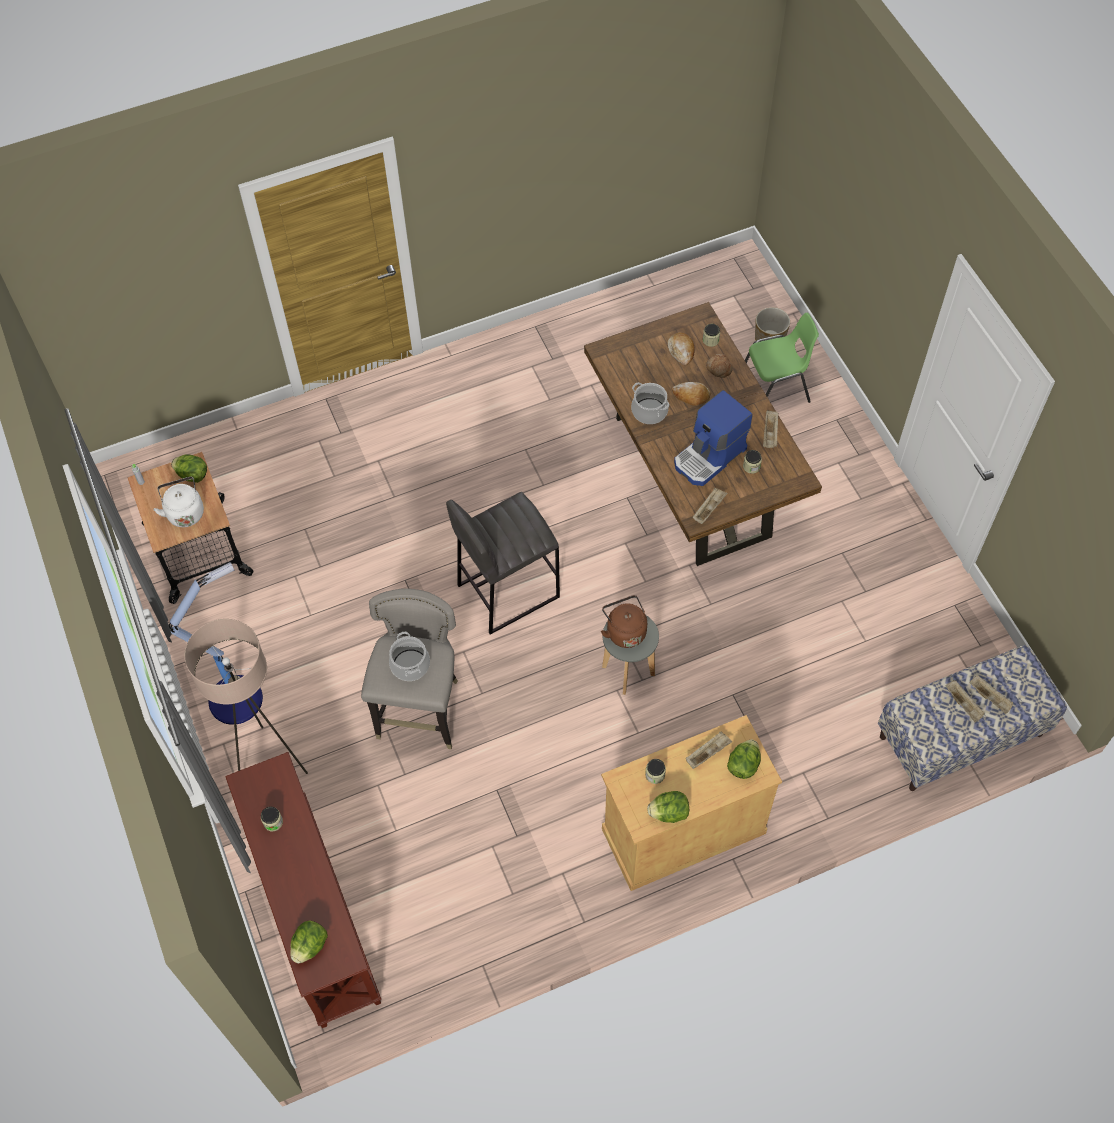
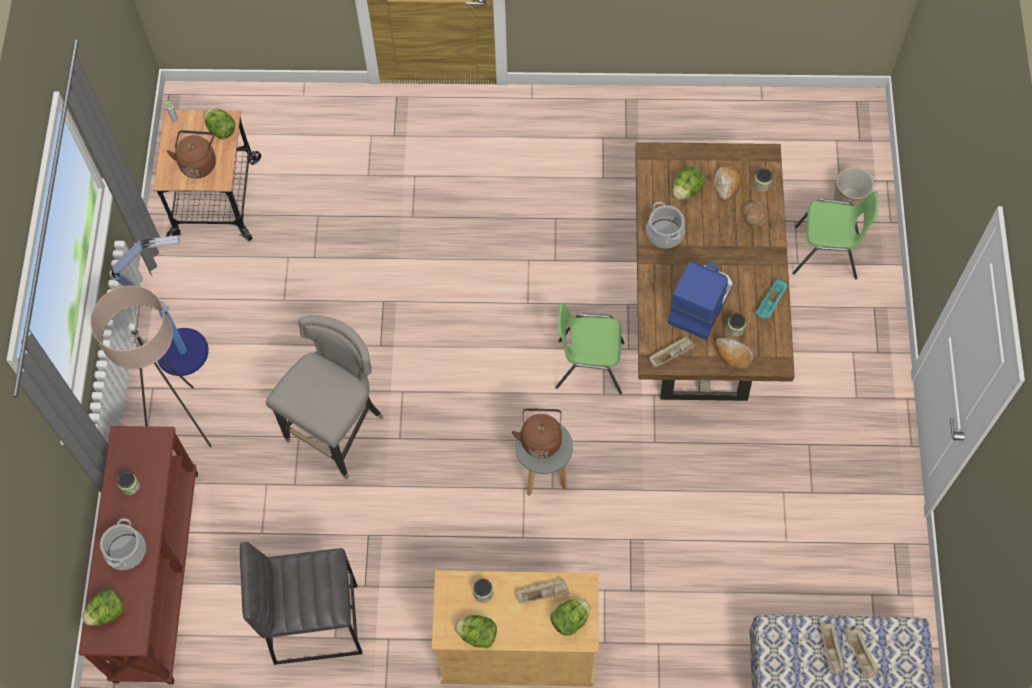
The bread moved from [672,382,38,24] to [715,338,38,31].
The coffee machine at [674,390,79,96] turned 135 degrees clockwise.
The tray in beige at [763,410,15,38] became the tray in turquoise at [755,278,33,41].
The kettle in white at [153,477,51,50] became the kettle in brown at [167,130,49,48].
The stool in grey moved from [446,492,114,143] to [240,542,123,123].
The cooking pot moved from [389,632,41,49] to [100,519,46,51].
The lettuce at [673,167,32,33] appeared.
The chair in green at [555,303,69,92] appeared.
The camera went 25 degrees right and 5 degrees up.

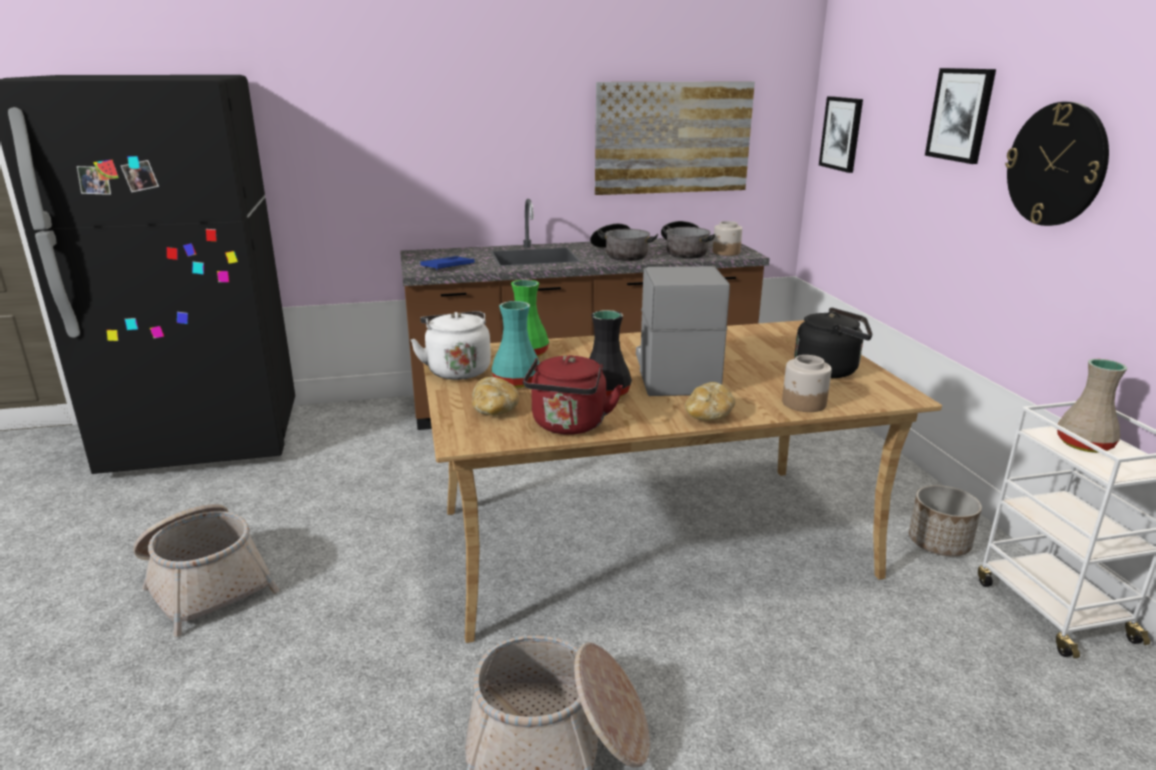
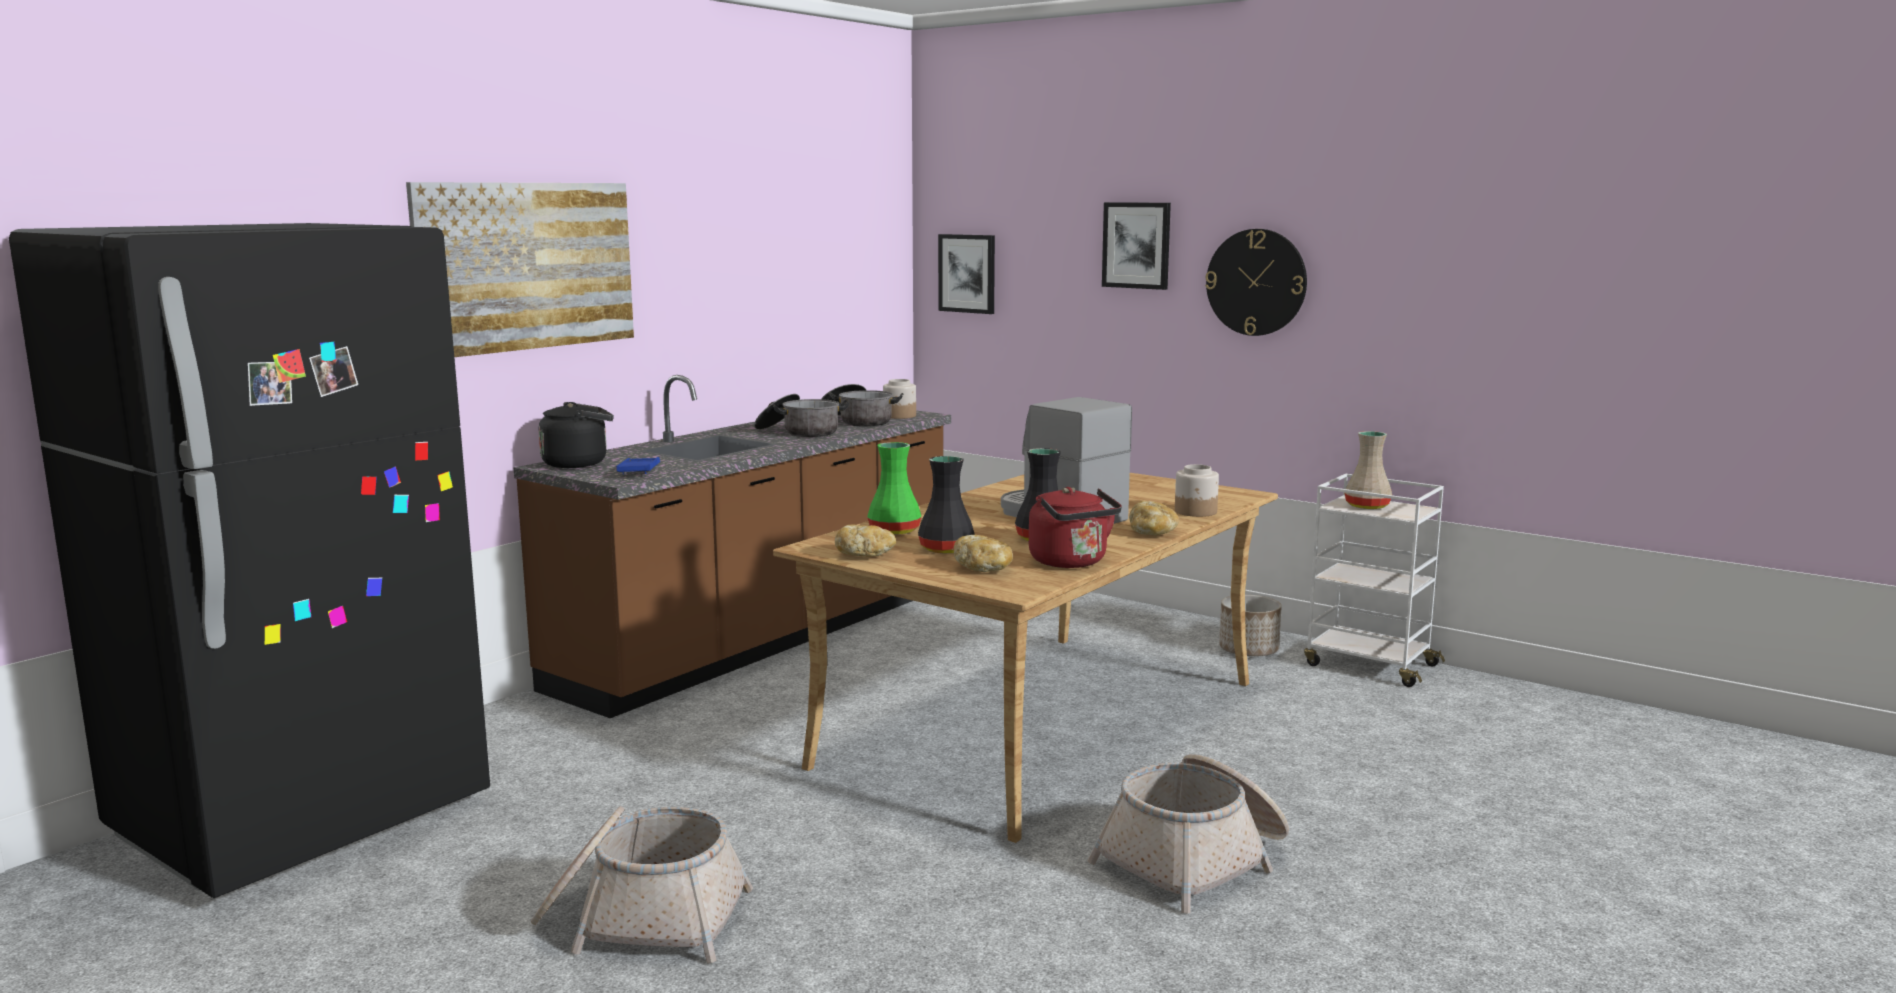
The picture moved from [595,81,160,114] to [406,182,228,175].
The vase in turquoise at [492,301,47,87] became the vase in black at [918,456,57,97].
The kettle in black moved from [794,308,79,70] to [538,402,76,66].
The kettle in white at [410,311,81,69] was replaced by the bread at [835,524,61,33].
The camera went 40 degrees left and 10 degrees down.

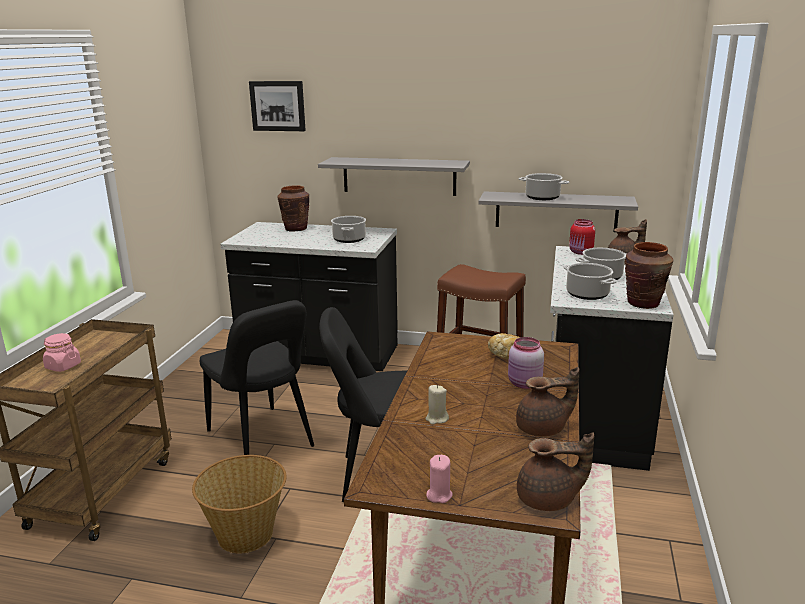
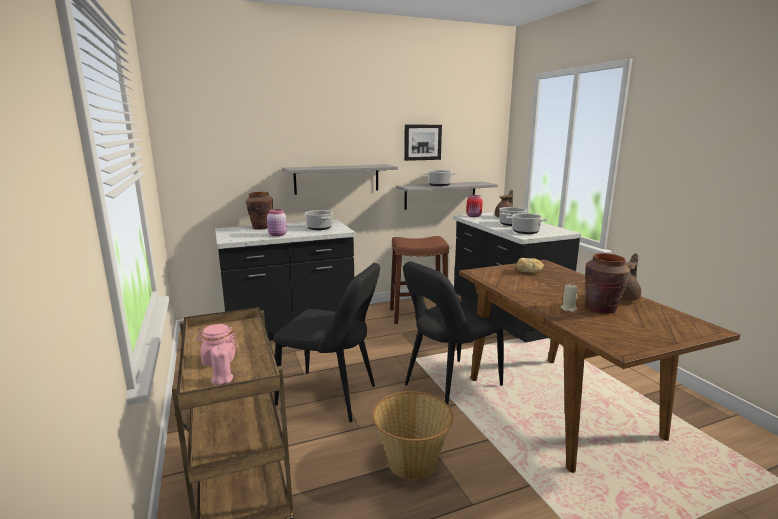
The picture moved from [249,81,57,50] to [404,125,38,36].
The vase in brown moved from [625,242,48,67] to [585,253,46,61].
The jar in pink moved from [508,337,36,52] to [267,209,20,27].
The teapot in brown at [517,432,77,79] disappeared.
The candle in pink moved from [426,455,27,48] to [210,345,23,40].
The camera went 35 degrees left and 5 degrees down.

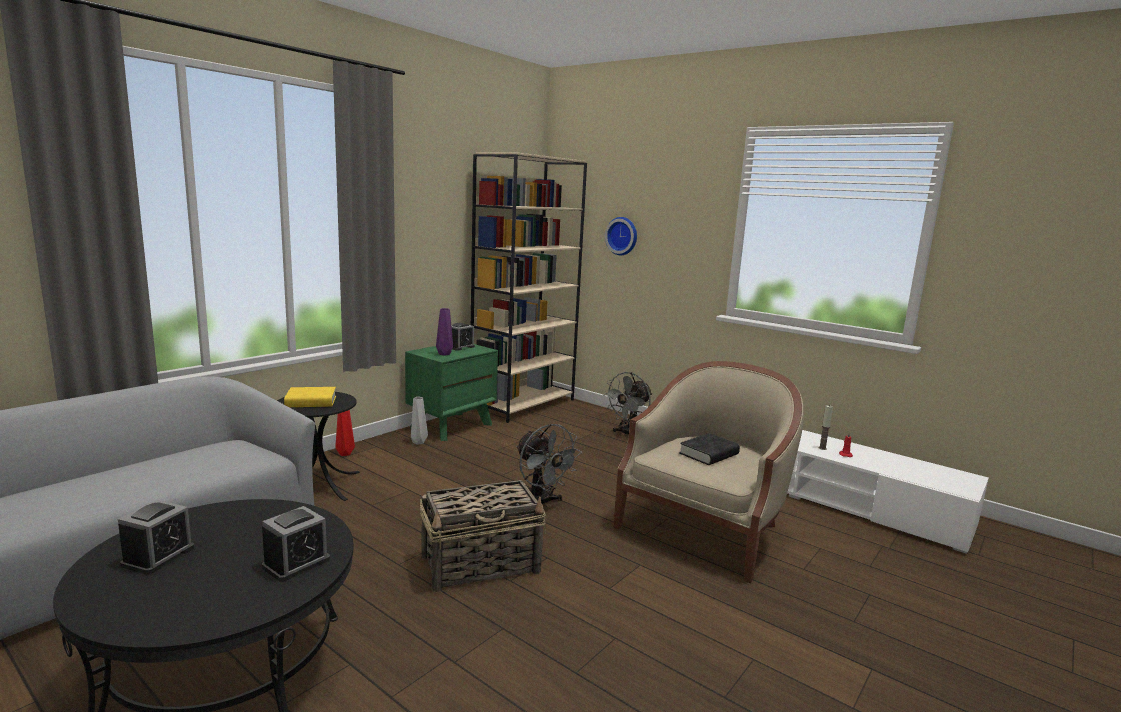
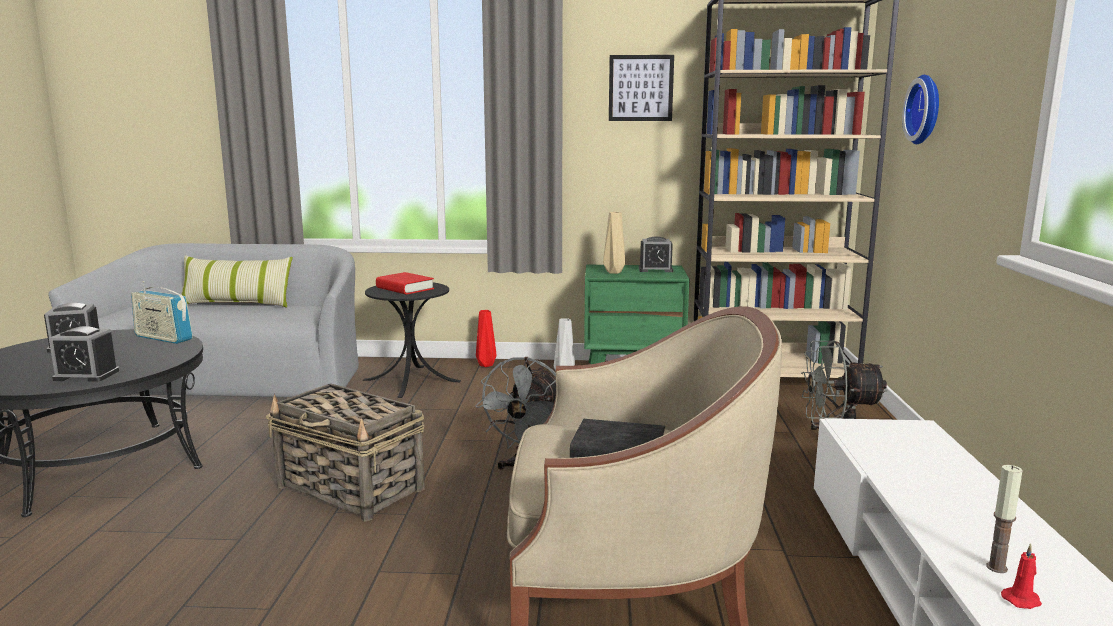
The vase in purple at [436,308,17,48] became the vase in beige at [603,212,22,62].
The book in yellow at [284,387,52,20] became the book in red at [376,272,58,22].
The picture at [609,55,65,66] appeared.
The pillow at [181,255,112,53] appeared.
The radio at [131,281,62,63] appeared.
The camera went 55 degrees right and 0 degrees up.

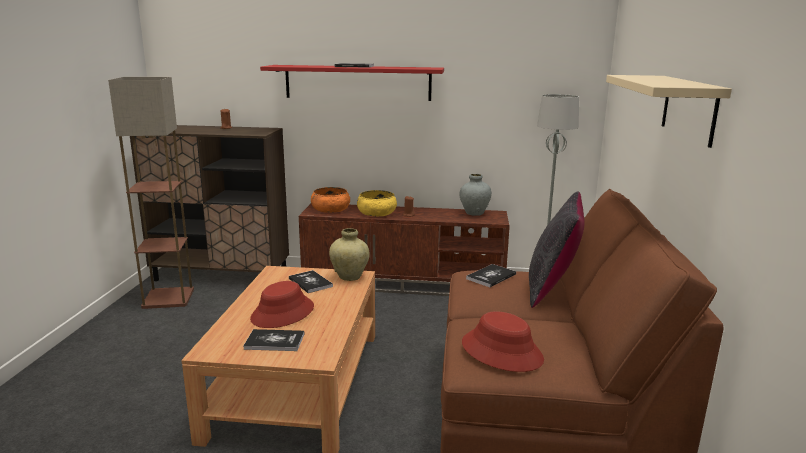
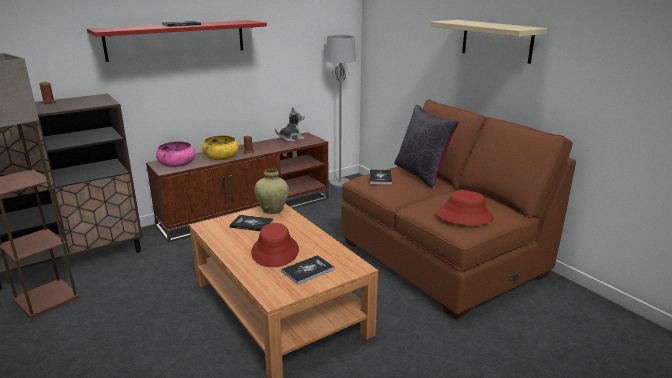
The vase in grey at [459,174,33,42] was replaced by the plush toy at [275,107,30,35].
The bowl in orange at [311,187,39,26] became the bowl in pink at [156,141,39,26].
The camera went 40 degrees left and 5 degrees up.

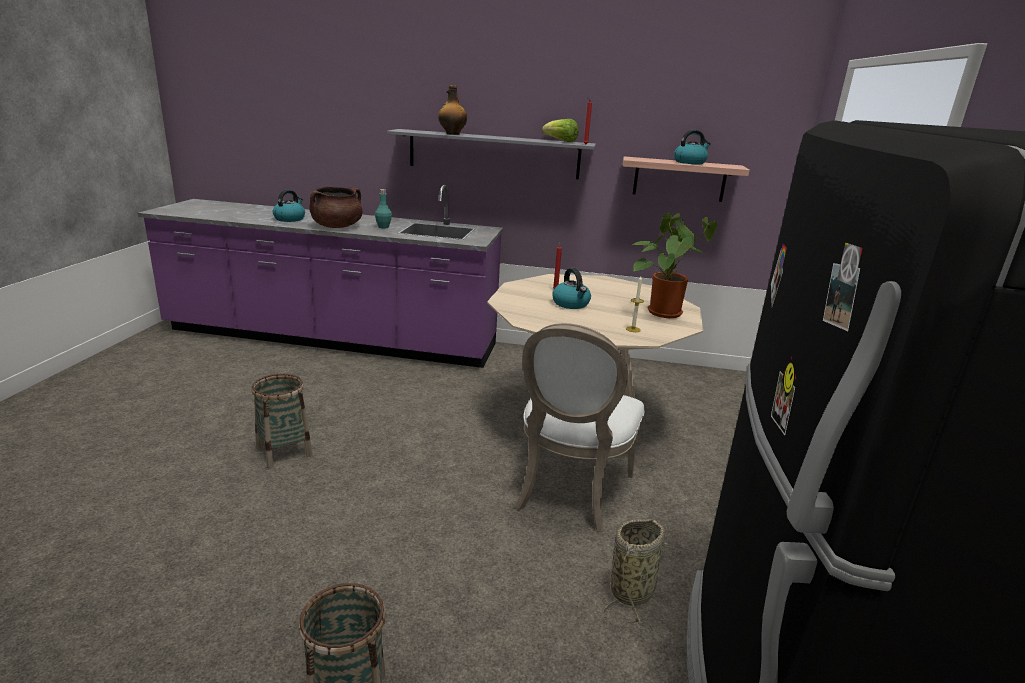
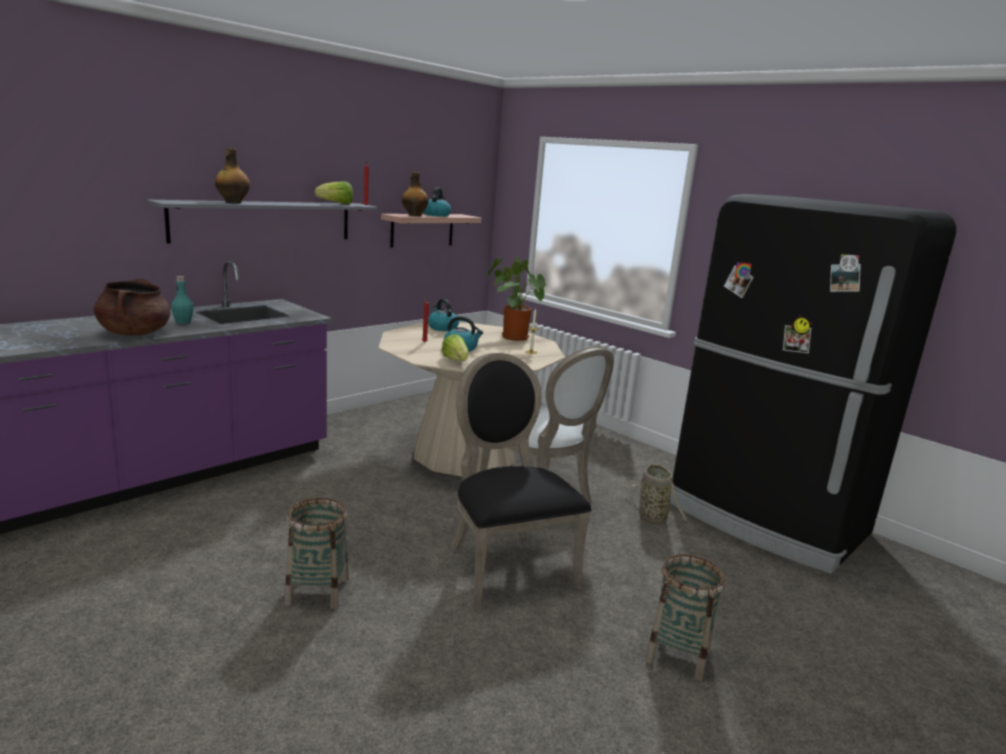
The kettle moved from [273,190,32,32] to [428,299,31,32].
The bottle at [402,172,27,44] appeared.
The lettuce at [441,334,27,27] appeared.
The chair in black at [449,353,142,257] appeared.
The camera went 55 degrees left and 5 degrees down.

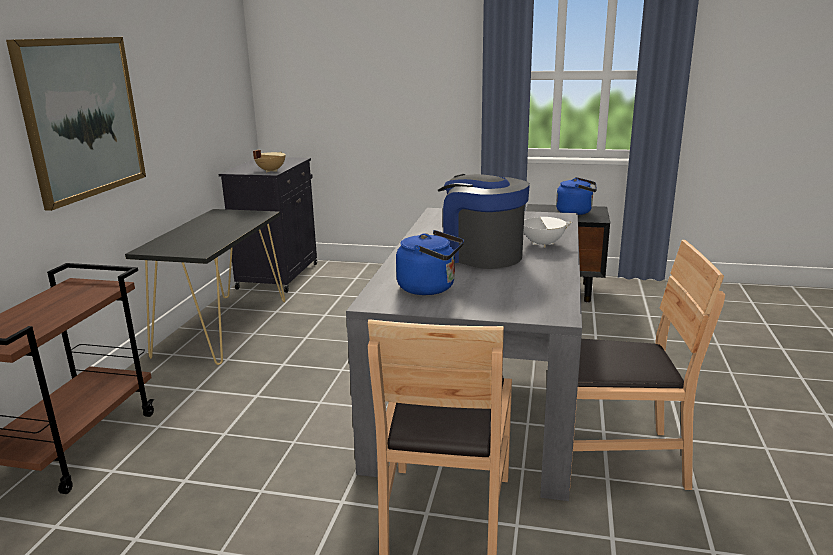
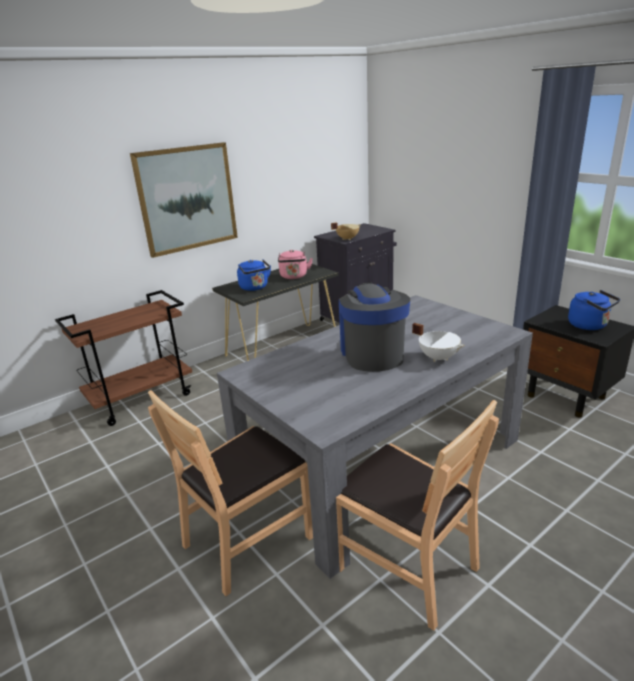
The kettle in blue moved from [396,230,68,65] to [237,260,34,31].
The kettle in pink at [278,250,35,29] appeared.
The camera went 40 degrees right and 5 degrees up.

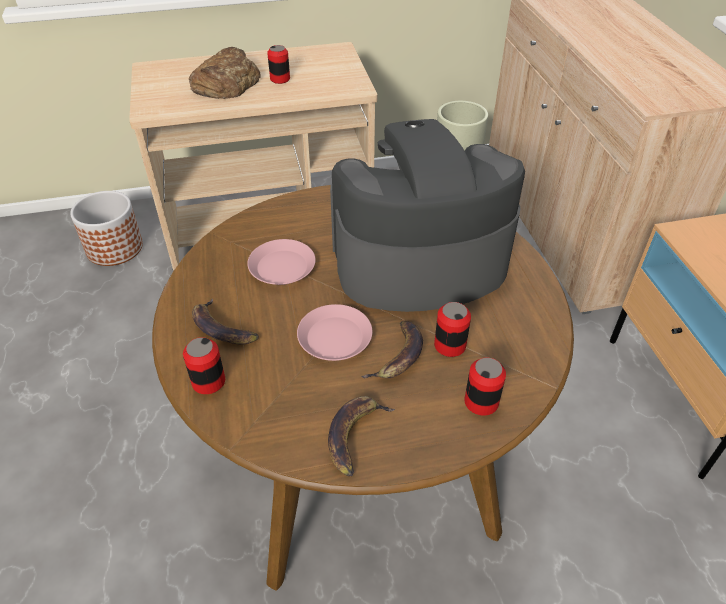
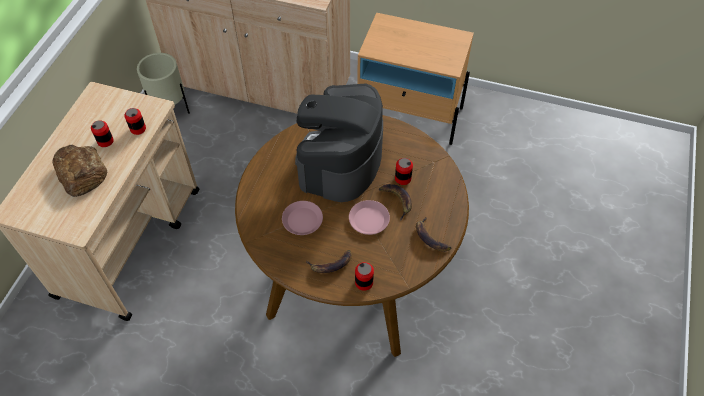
The planter at [70,191,73,75] disappeared.
The can moved from [464,358,42,58] to [124,108,22,27].
The camera went 60 degrees left and 10 degrees up.

